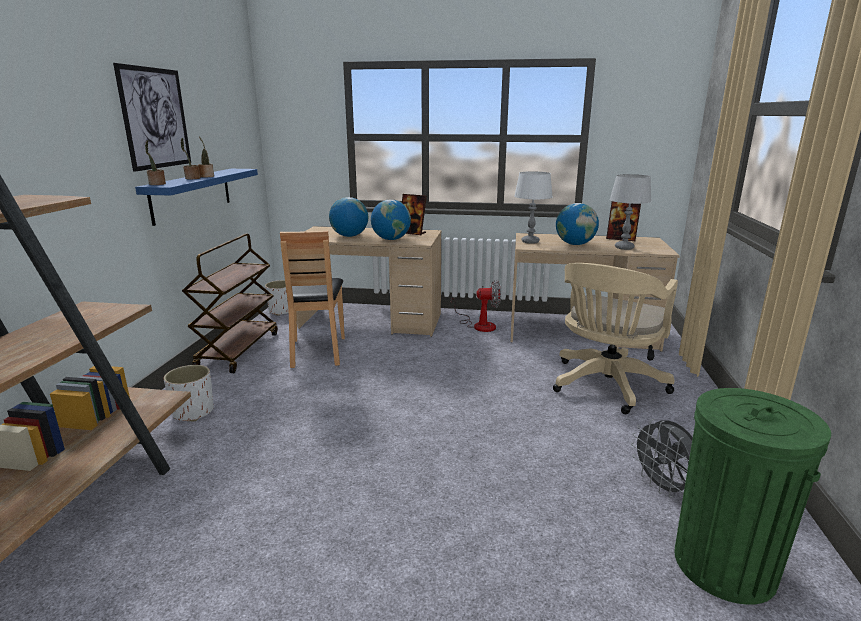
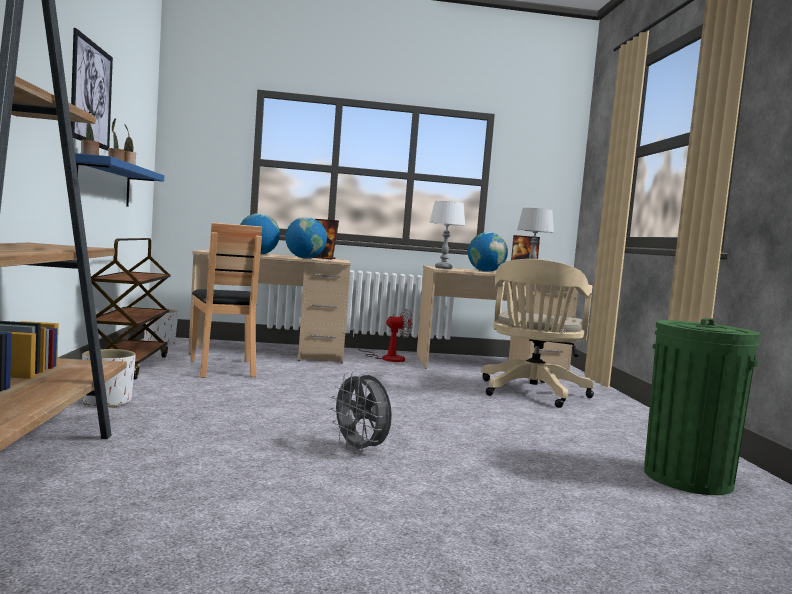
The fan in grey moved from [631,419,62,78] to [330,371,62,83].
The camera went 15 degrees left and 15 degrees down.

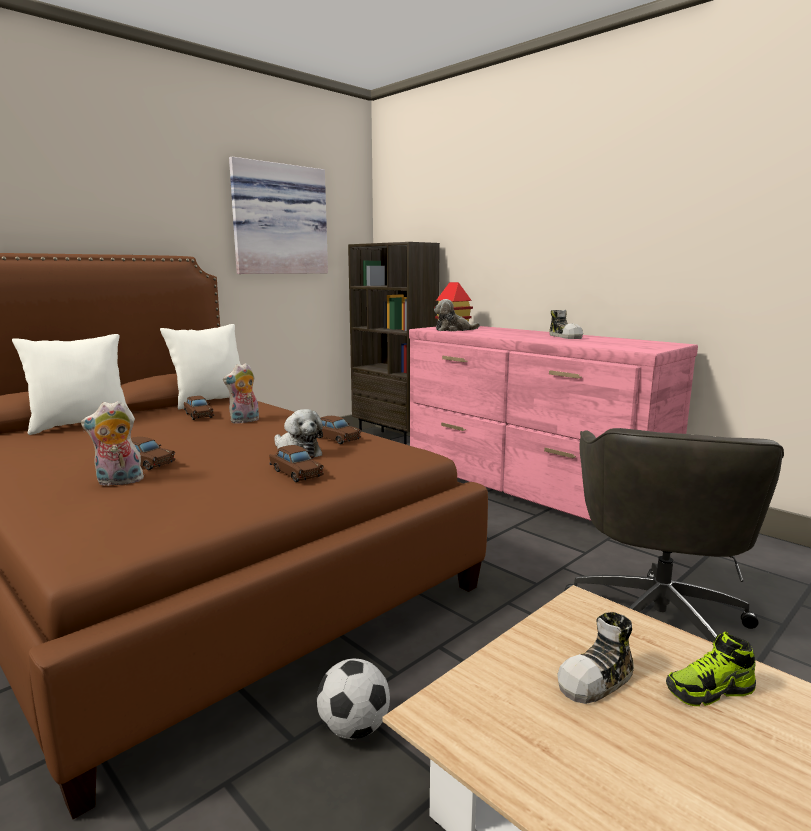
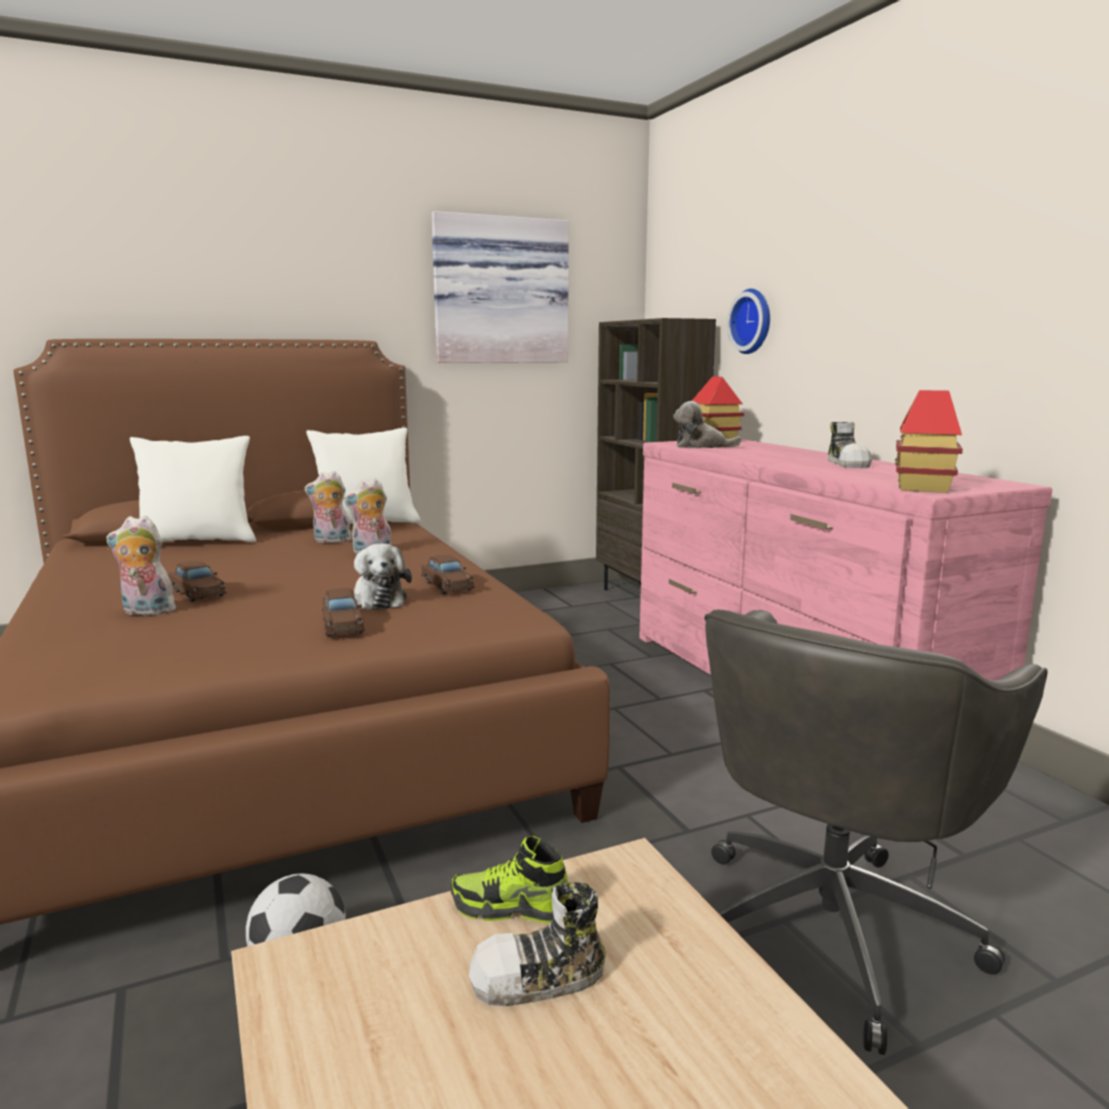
The toy car in brown at [184,396,30,24] was replaced by the plush toy at [304,471,47,72].
The shoe moved from [666,632,90,74] to [450,836,118,87].
The wall clock at [727,289,43,65] appeared.
The toy house at [895,390,68,103] appeared.
The camera went 20 degrees right and 0 degrees up.

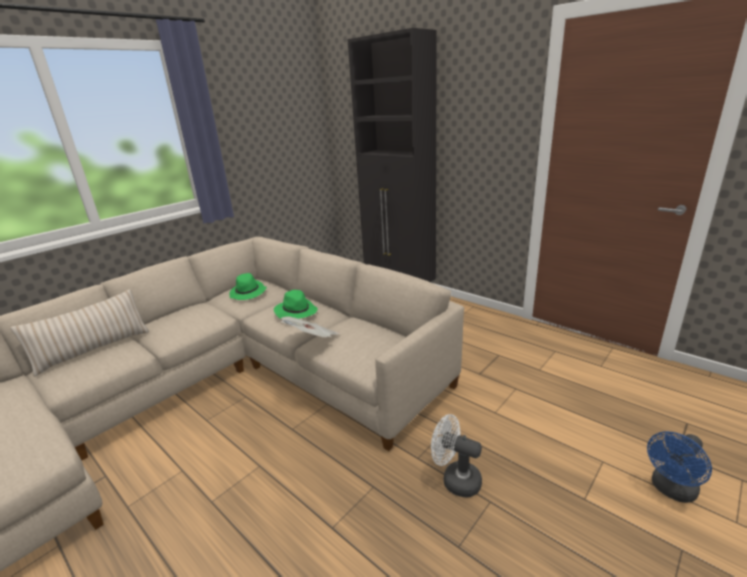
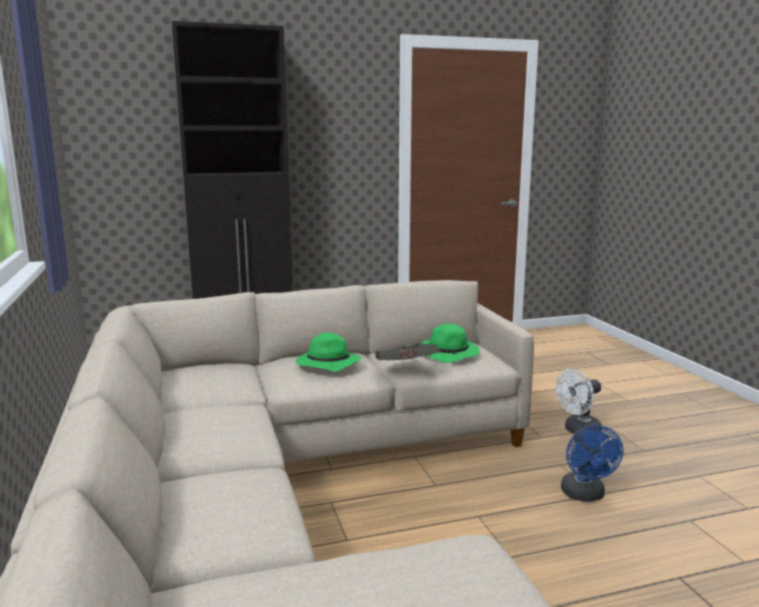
The hat in green moved from [229,273,38,27] to [420,324,60,39].
The pillow in beige at [10,289,140,88] disappeared.
The fan in blue moved from [647,431,65,72] to [561,425,62,77].
The camera went 60 degrees left and 10 degrees down.

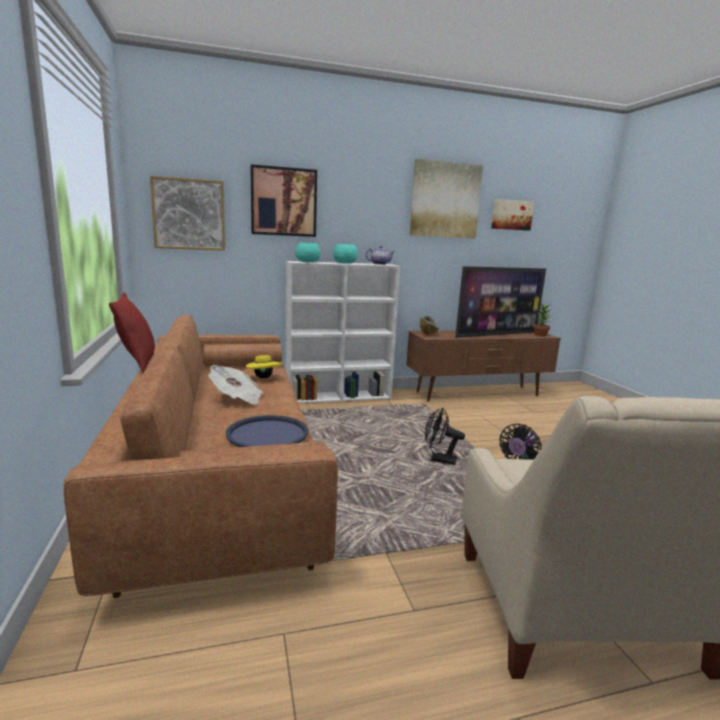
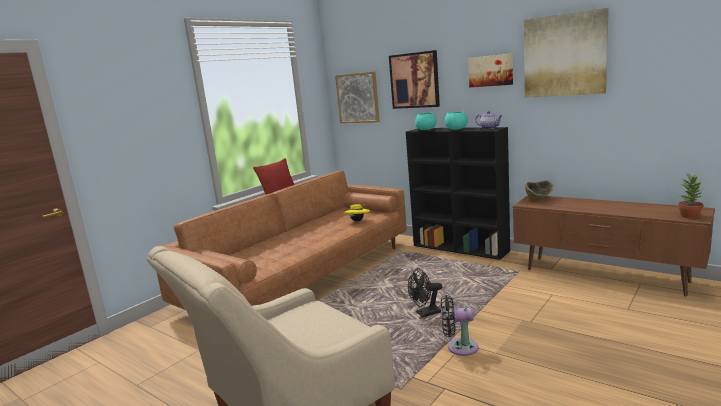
The picture moved from [491,199,43,32] to [468,54,45,34].
The bookcase in white at [285,261,115,142] became the bookcase in black at [406,127,104,133].
The television at [455,266,91,72] disappeared.
The newspaper at [208,365,55,40] disappeared.
The fan in black at [425,408,40,57] turned 90 degrees counterclockwise.
The tray in blue at [226,415,83,32] disappeared.
The camera went 55 degrees right and 0 degrees up.

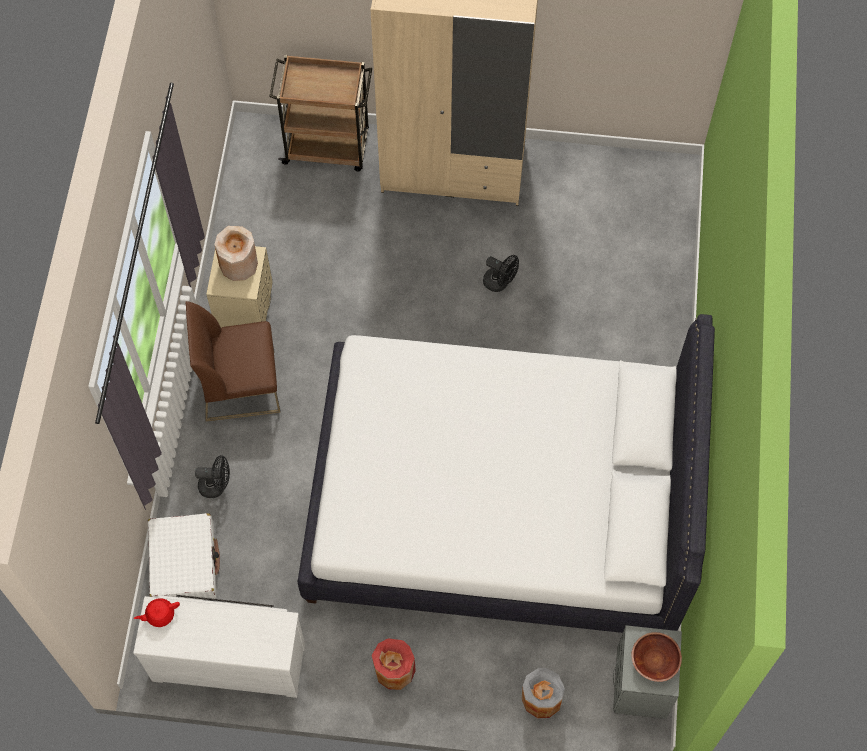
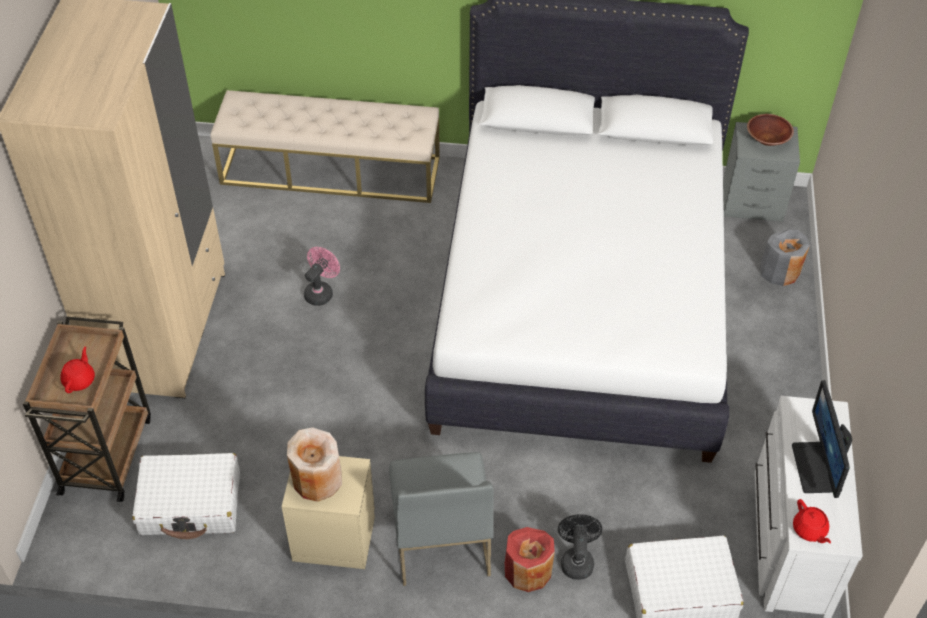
The fan in black at [483,255,36,37] became the fan in pink at [304,247,36,59].
The chair in brown at [185,301,96,121] became the chair in grey at [389,452,105,134].
The vase in red moved from [372,638,44,52] to [505,527,50,65].
The bench in beige at [210,90,230,113] appeared.
The teapot in red at [61,347,34,46] appeared.
The monitor at [792,380,60,118] appeared.
The suitcase in white at [132,453,108,86] appeared.
The camera went 90 degrees left and 15 degrees down.

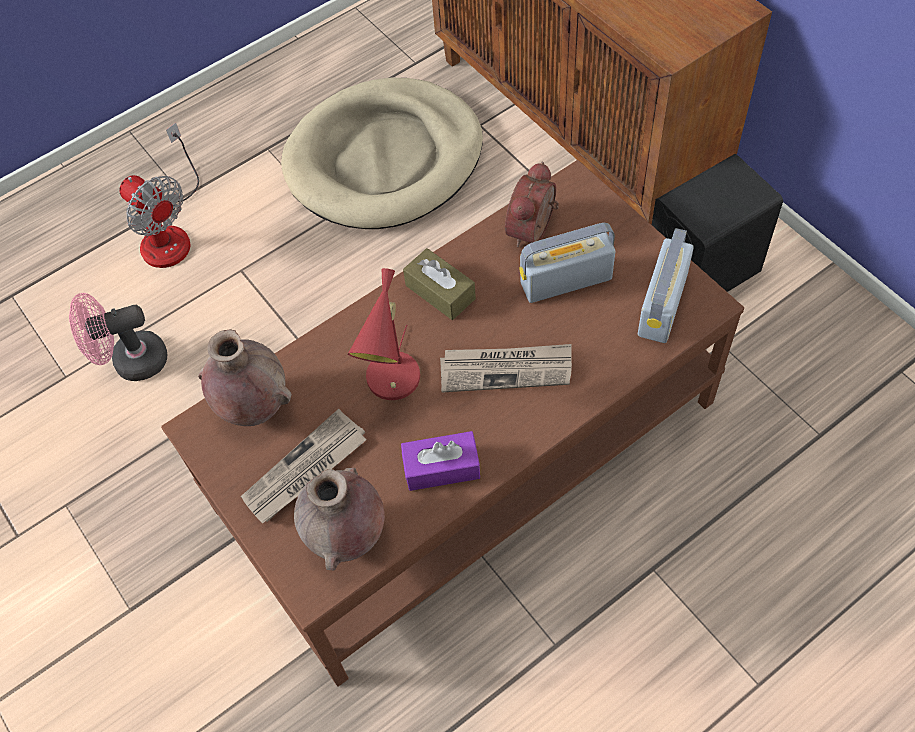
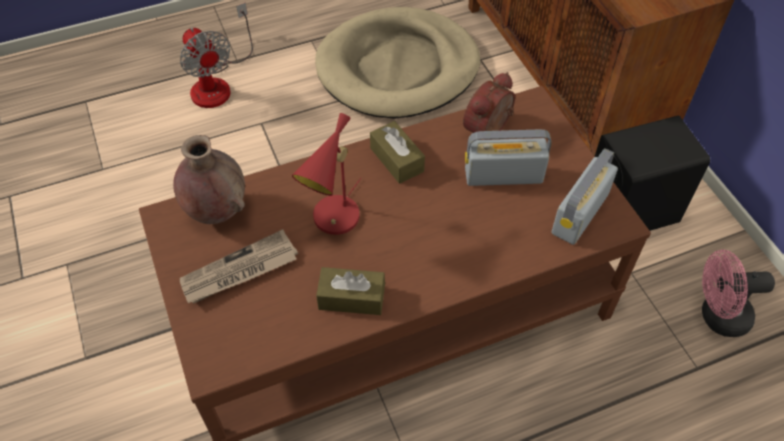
The fan in pink moved from [69,293,98,88] to [702,250,73,87].
The newspaper at [440,344,132,49] disappeared.
The tissue box in purple at [401,431,79,60] became the tissue box in brown at [316,267,69,48].
The vase in brown at [294,468,91,102] disappeared.
The camera went 10 degrees right and 5 degrees down.

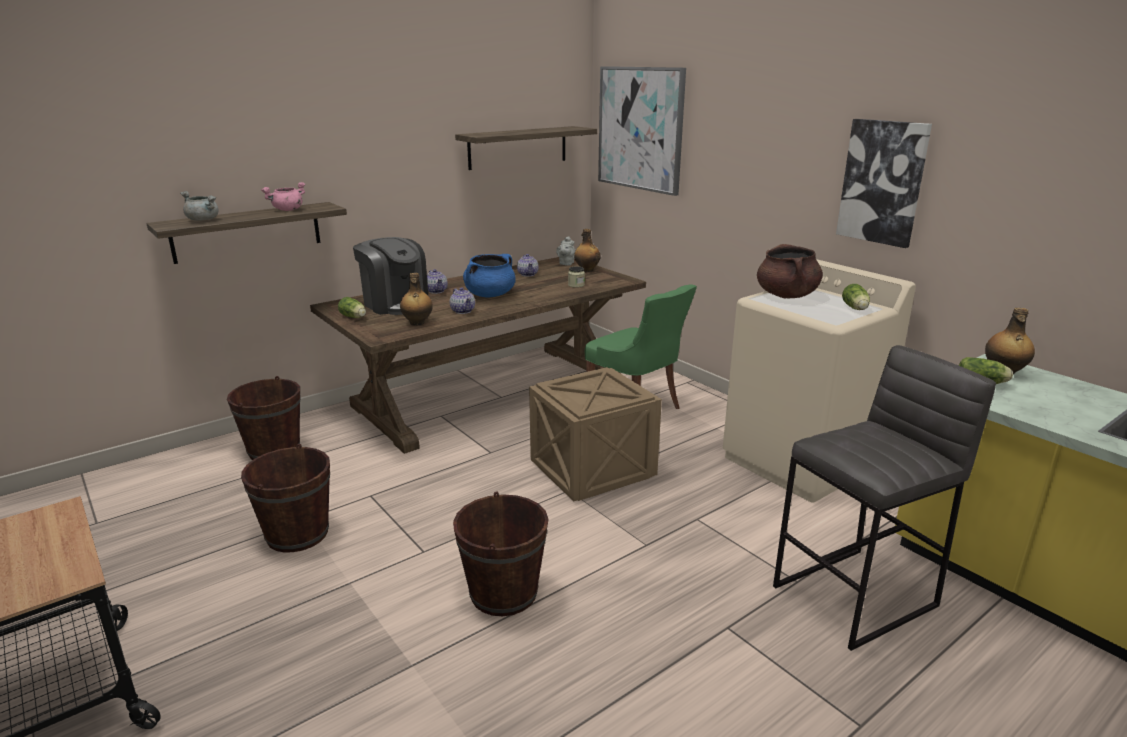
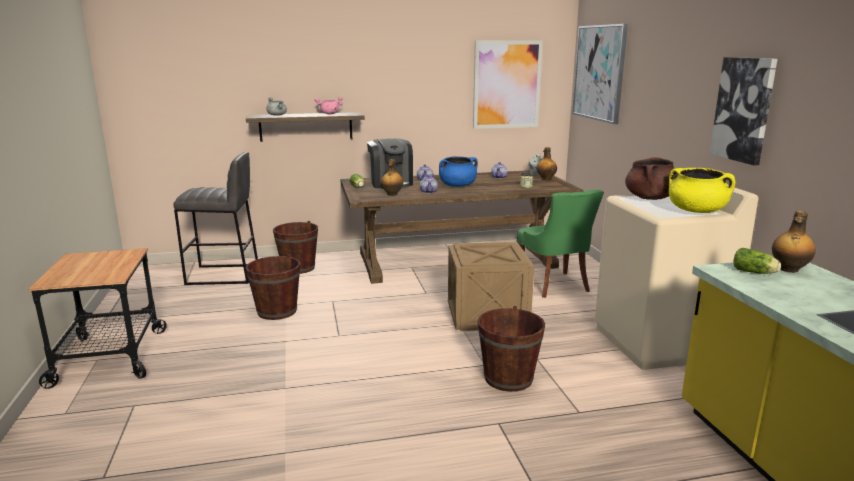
The shelf at [455,126,142,44] was replaced by the picture at [473,40,70,89].
The lettuce at [842,284,28,26] was replaced by the cooking pot in yellow at [669,168,66,45].
The stool in grey moved from [773,345,223,306] to [173,152,85,133].
The bucket in brown moved from [453,491,96,125] to [478,306,67,86].
The camera went 25 degrees right and 5 degrees down.

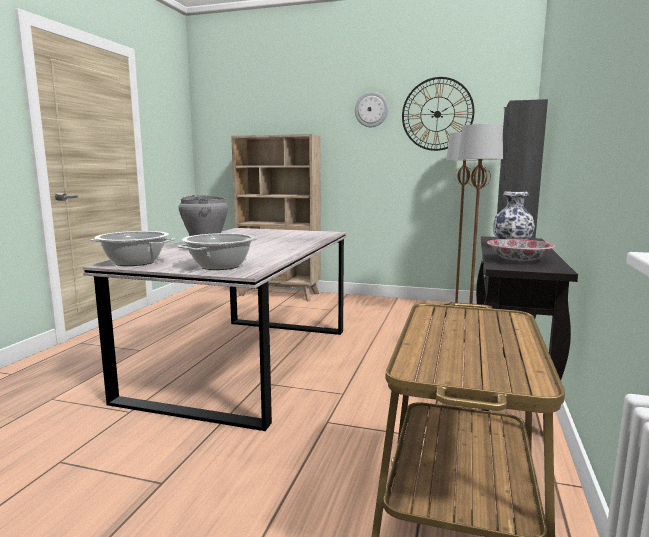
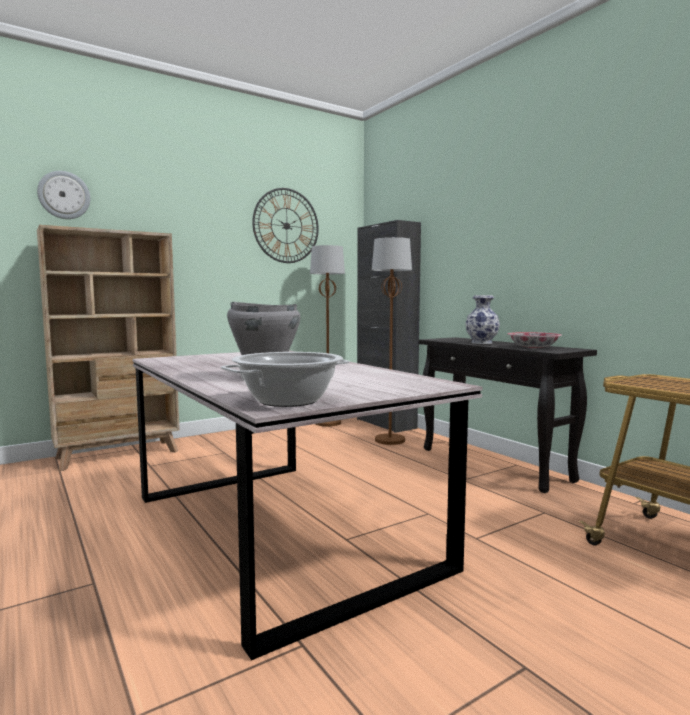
The wall clock moved from [355,92,33,35] to [37,171,53,48].
The cooking pot at [177,233,80,37] disappeared.
The camera went 50 degrees left and 5 degrees down.

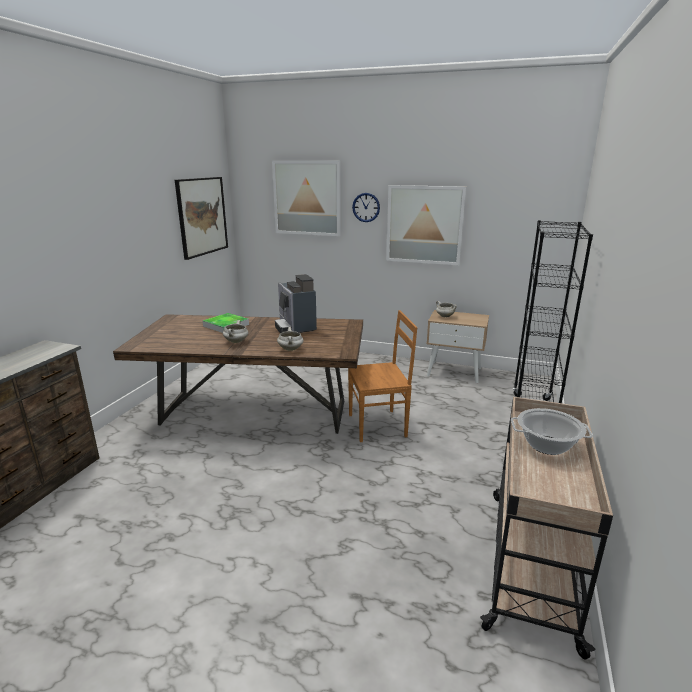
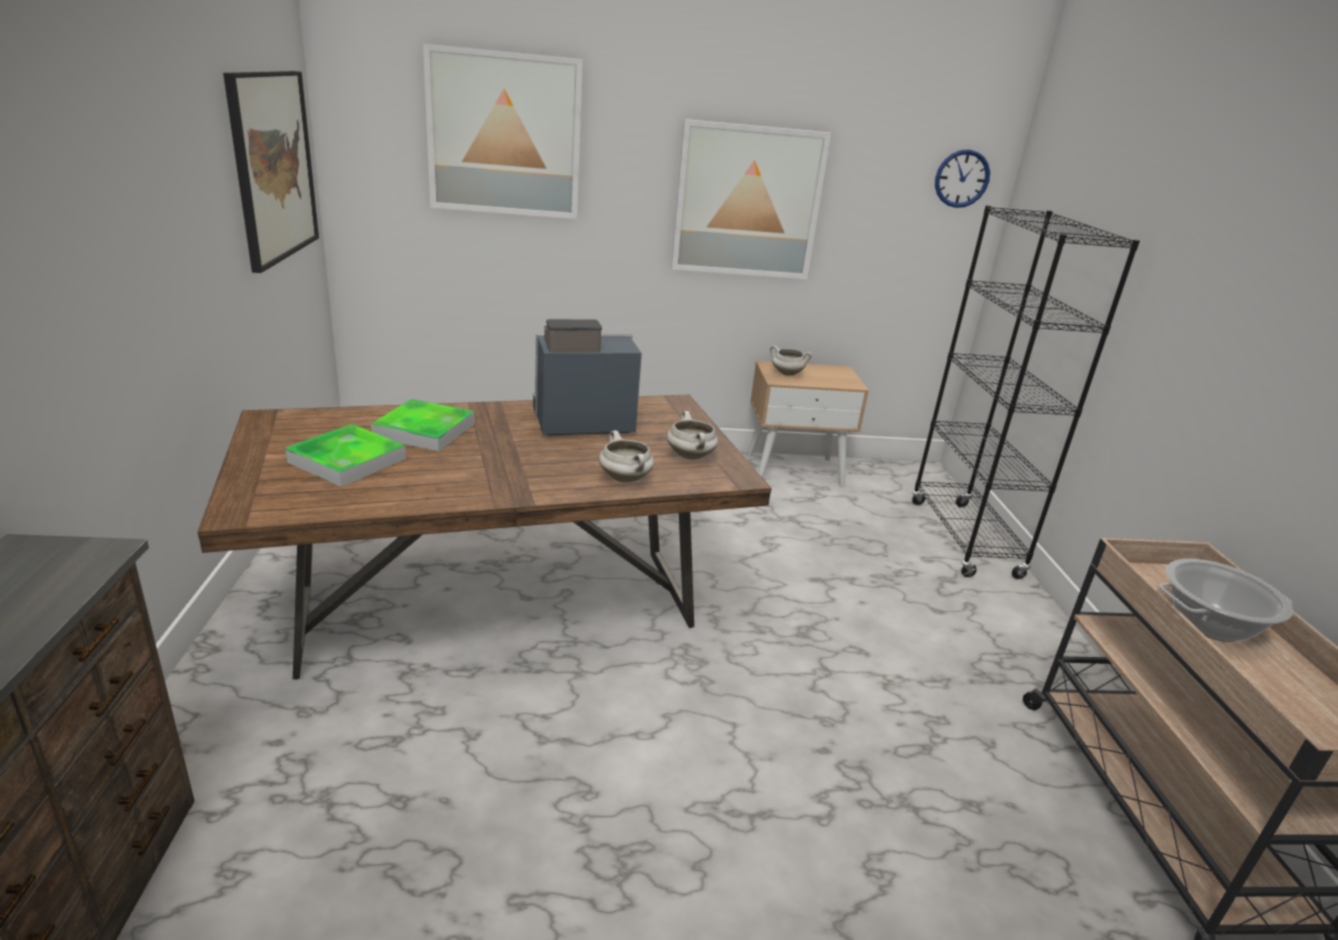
The wall clock moved from [352,193,28,29] to [935,149,55,59].
The coffee machine at [275,274,42,59] turned 120 degrees clockwise.
The chair in brown at [348,310,69,132] disappeared.
The cooking pot in white moved from [223,320,25,23] to [667,411,51,49].
The tray at [285,424,121,63] appeared.
The camera went 25 degrees left and 5 degrees up.

